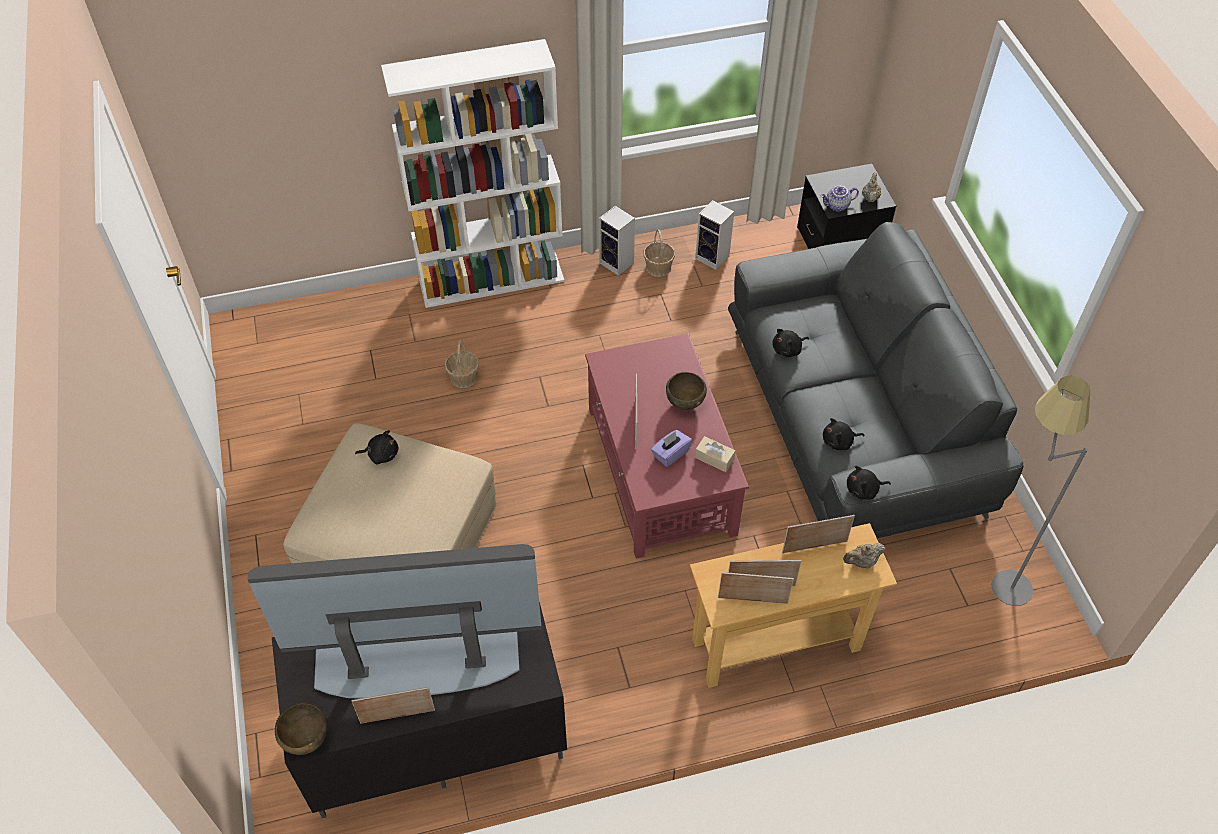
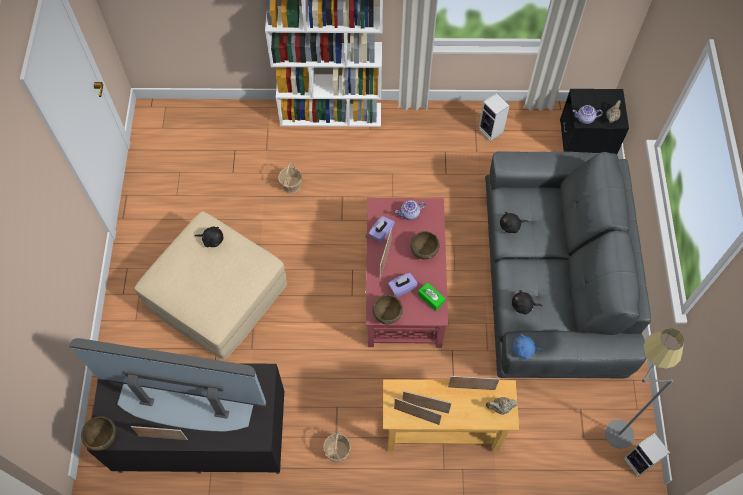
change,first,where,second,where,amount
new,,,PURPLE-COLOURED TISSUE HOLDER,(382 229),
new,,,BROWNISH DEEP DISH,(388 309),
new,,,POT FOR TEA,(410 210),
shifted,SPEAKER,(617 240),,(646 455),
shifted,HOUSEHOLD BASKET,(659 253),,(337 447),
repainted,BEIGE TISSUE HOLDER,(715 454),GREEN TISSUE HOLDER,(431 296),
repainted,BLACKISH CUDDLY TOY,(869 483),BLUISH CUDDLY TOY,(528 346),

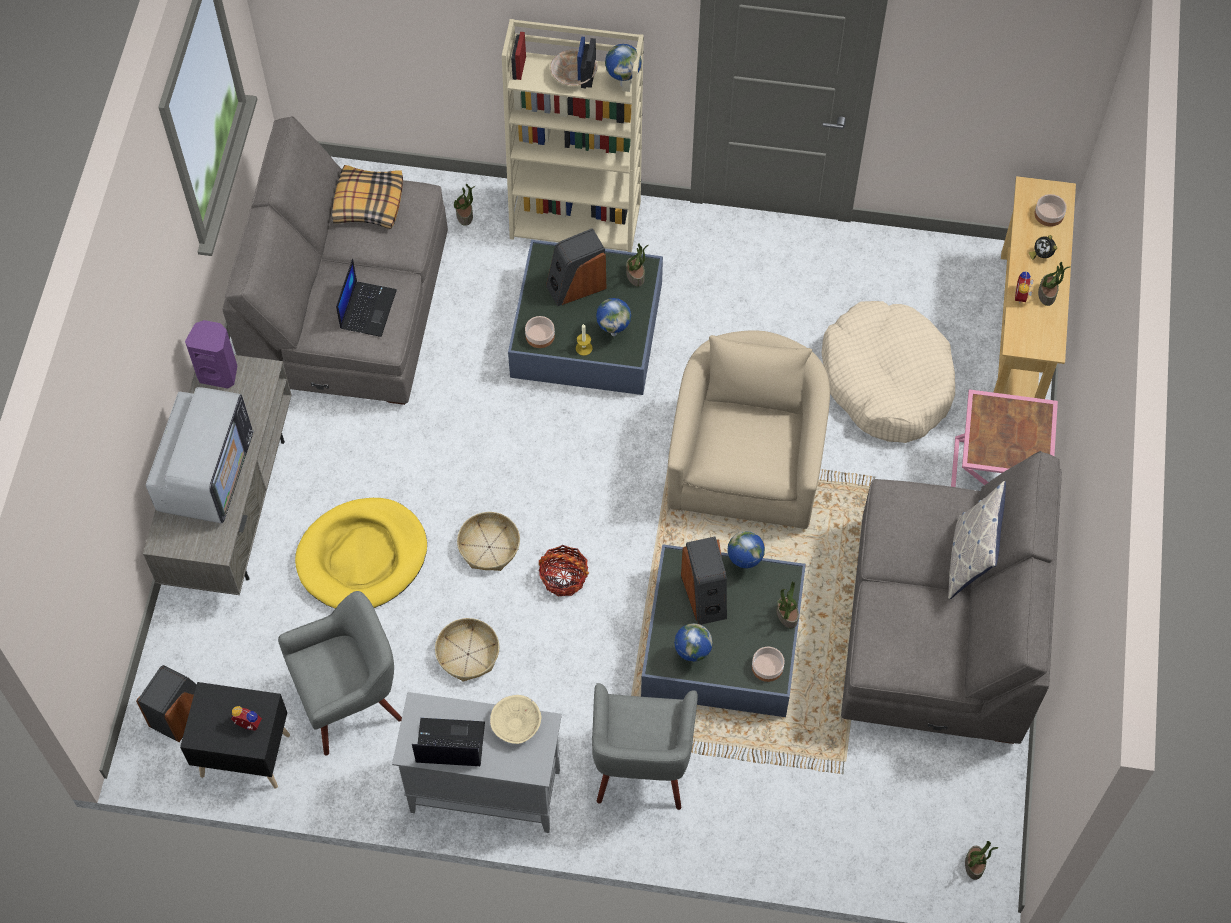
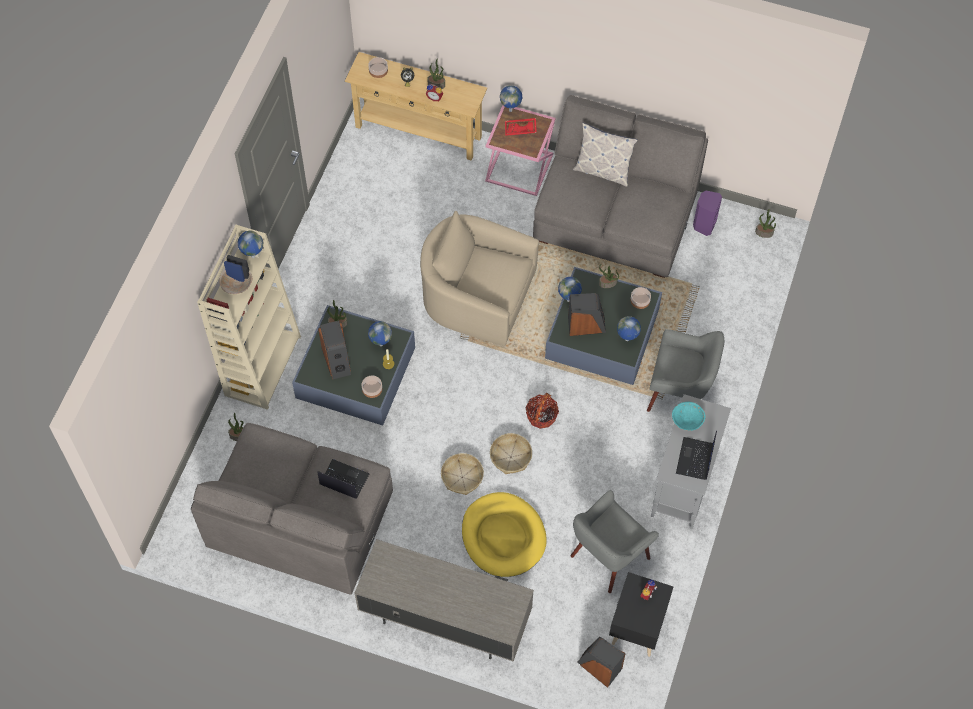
change,first,where,second,where,amount
gone,TV SET,(200 455),,,
gone,PILLOW,(367 197),,,
gone,BEIGE DOG BED,(888 372),,,
new,,,GLOBE,(511 98),
new,,,REDDISH TRAY,(521 127),
shifted,PURPLE-COLOURED SPEAKER,(211 354),,(707 213),
shifted,HOUSEHOLD BASKET,(467 650),,(462 474),
repainted,BEIGE DEEP DISH,(515 719),BLUE-GREEN DEEP DISH,(689 416),
rotated,GRAY ARMCHAIR,(340 673),,(615 541),120 degrees counterclockwise

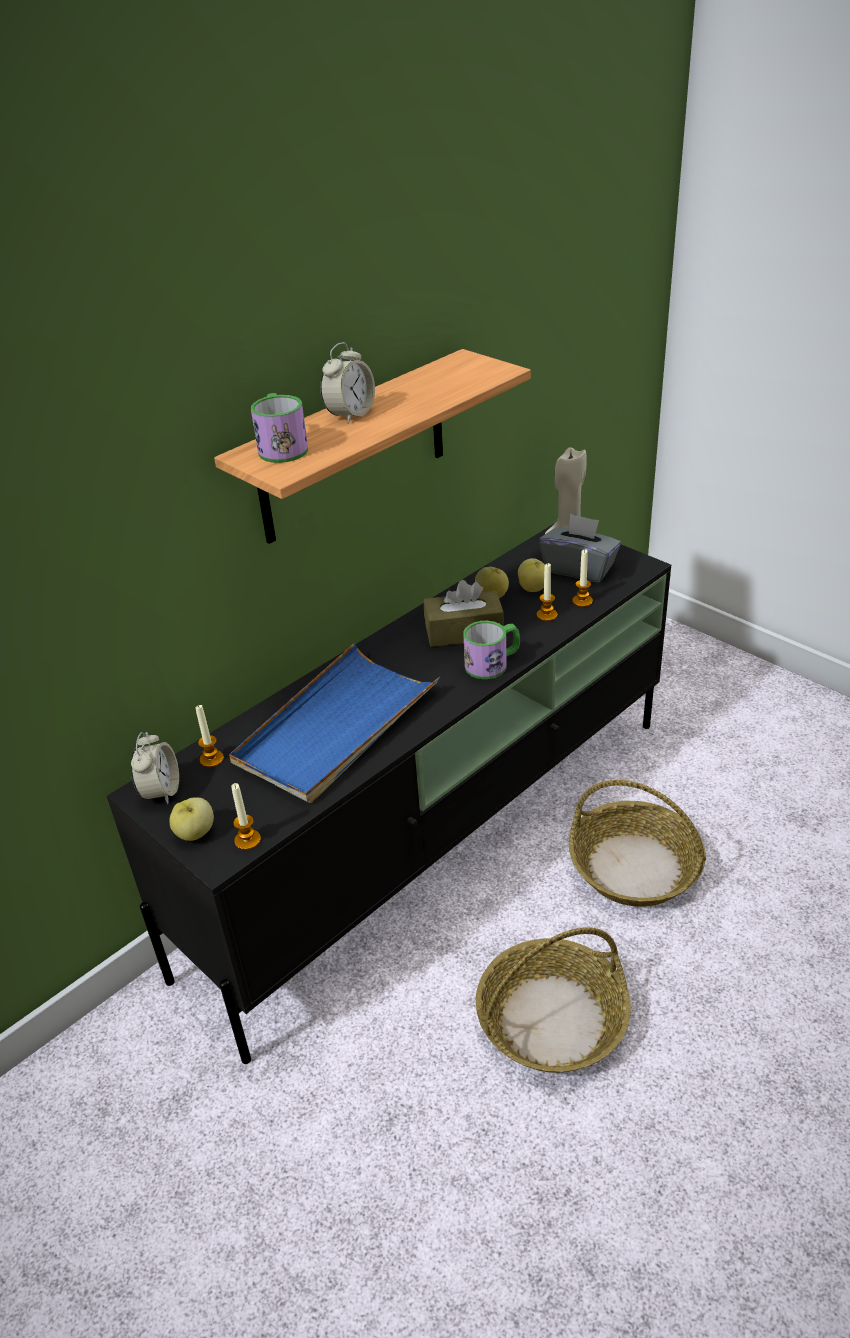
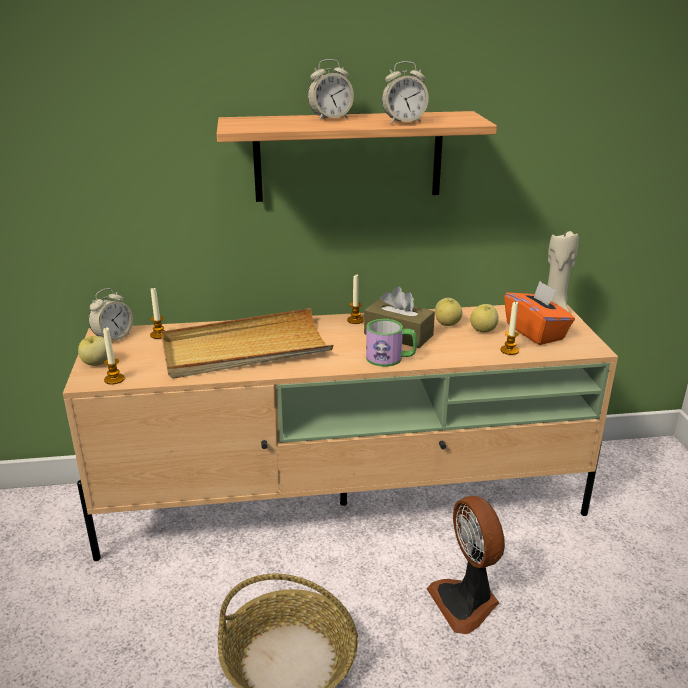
change,first,where,second,where,amount
gone,TEA MUG,(279 428),,,
new,,,TABLE CLOCK,(405 92),
shifted,WAX LIGHT,(547 592),,(355 299),
swapped,HOUSEHOLD BASKET,(637 843),ELECTRIC FAN,(466 565),
repainted,BLACKISH TV UNIT,(389 793),BEIGE TV UNIT,(340 433),
repainted,BLUISH TRAY,(334 723),BEIGE TRAY,(247 343),
repainted,GRAY TISSUE HOLDER,(580 548),ORANGE TISSUE HOLDER,(539 313),

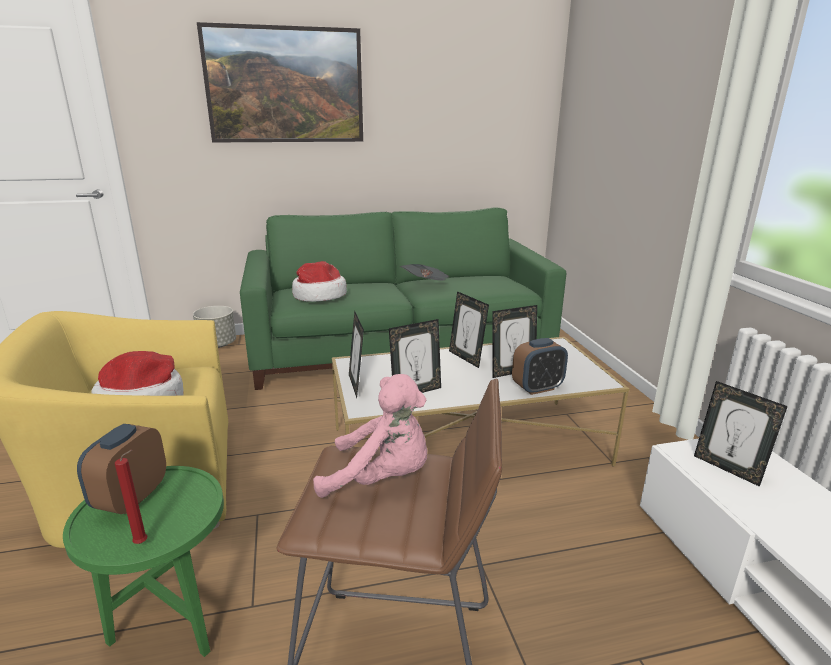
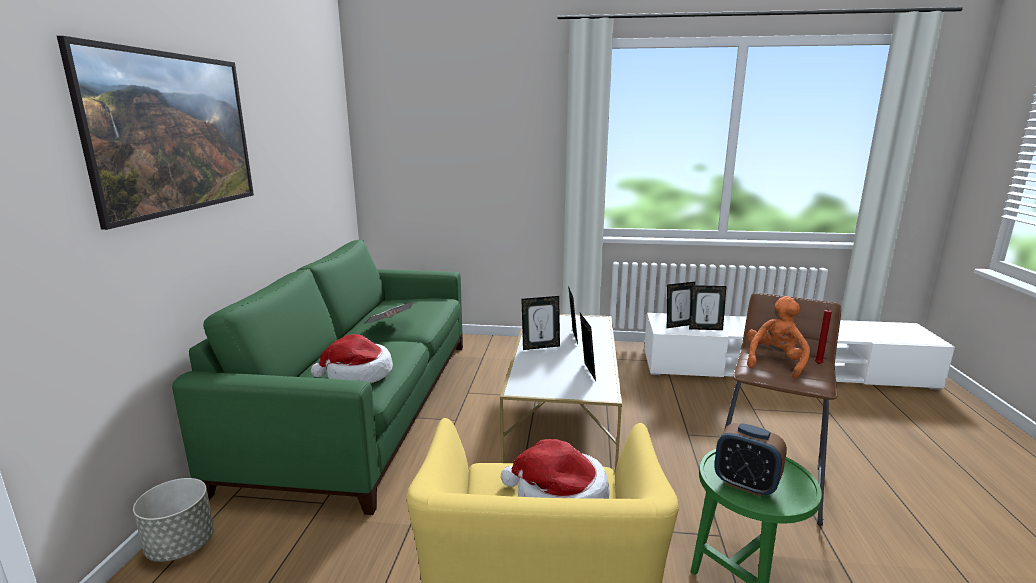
change,first,where,second,where,amount
gone,TABLE CLOCK,(540 366),,,
shifted,REDDISH WAX LIGHT,(131 497),,(823 333),
shifted,PHOTO FRAME,(356 354),,(708 307),
repainted,PINK-COLOURED CUDDLY TOY,(370 436),ORANGE CUDDLY TOY,(778 337),

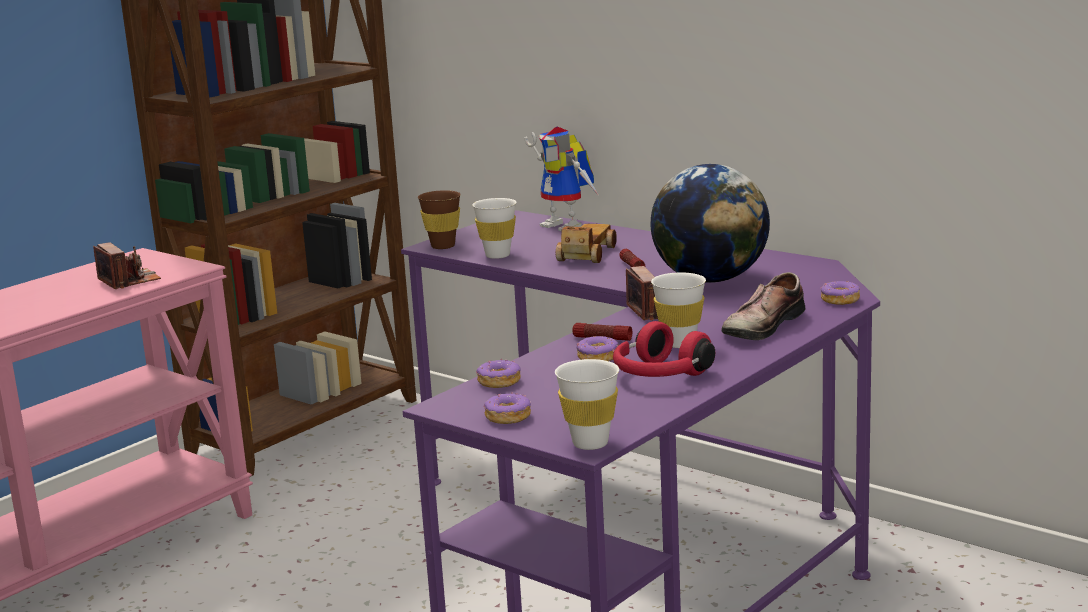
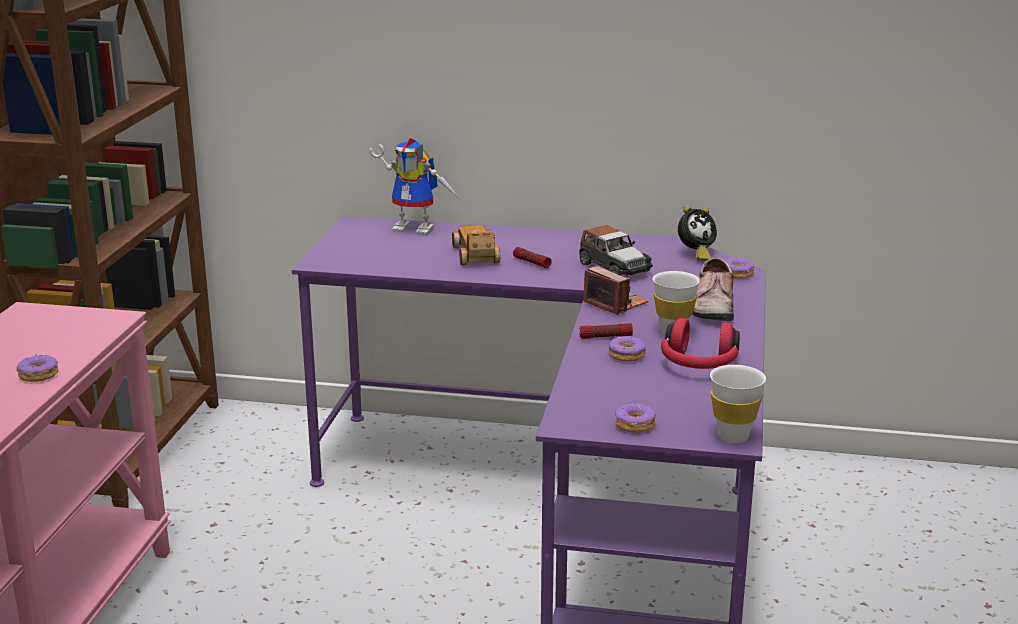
change,first,where,second,where,amount
gone,STILL CAMERA,(127 265),,,
gone,BROWNISH CUP,(439 219),,,
gone,WHITE-COLOURED CUP,(494 228),,,
new,,,TABLE CLOCK,(697 233),
shifted,DONUT,(498 373),,(37 368),
swapped,GLOBE,(710 223),MINIATURE CAR,(616 250),

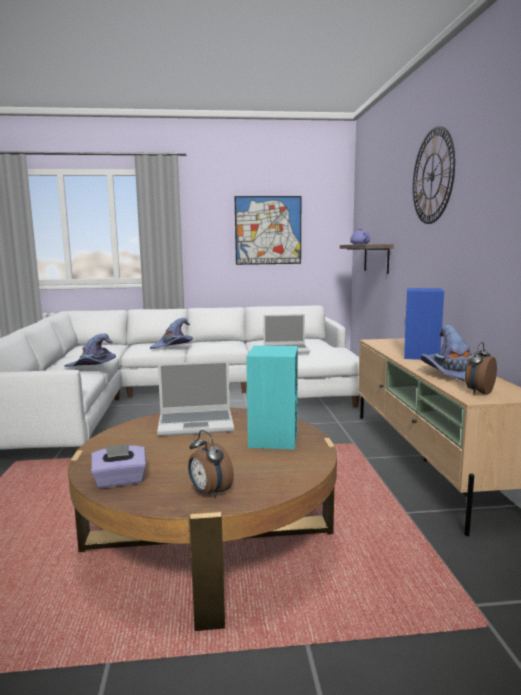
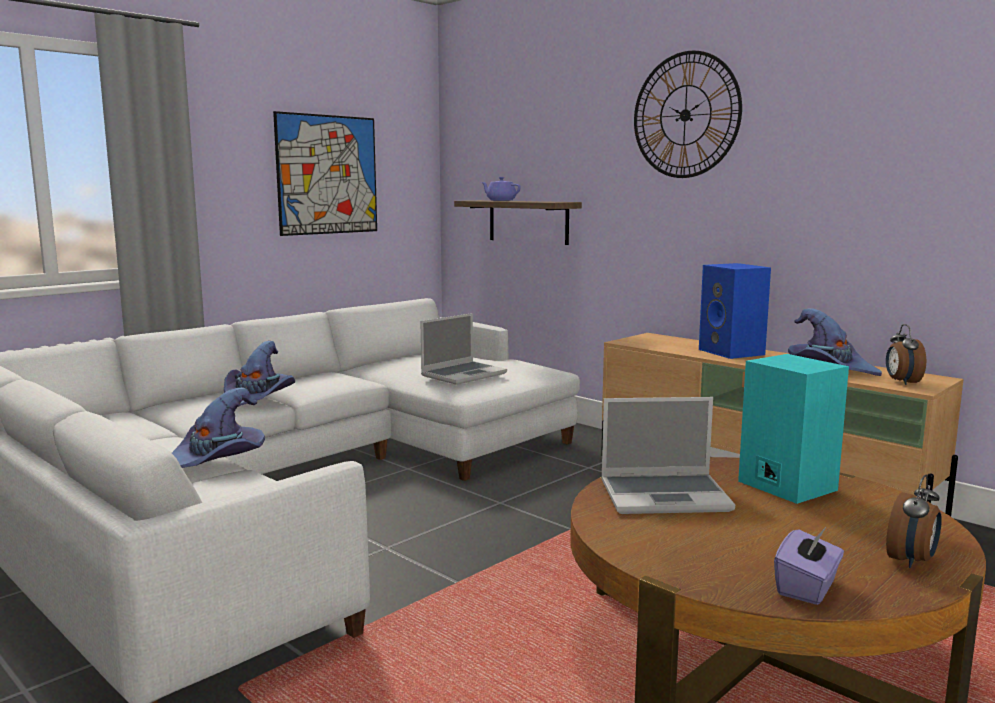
change,first,where,second,where,amount
rotated,PORTABLE COMPUTER,(195 398),,(668 455),45 degrees clockwise
rotated,TABLE CLOCK,(211 464),,(914 521),60 degrees counterclockwise

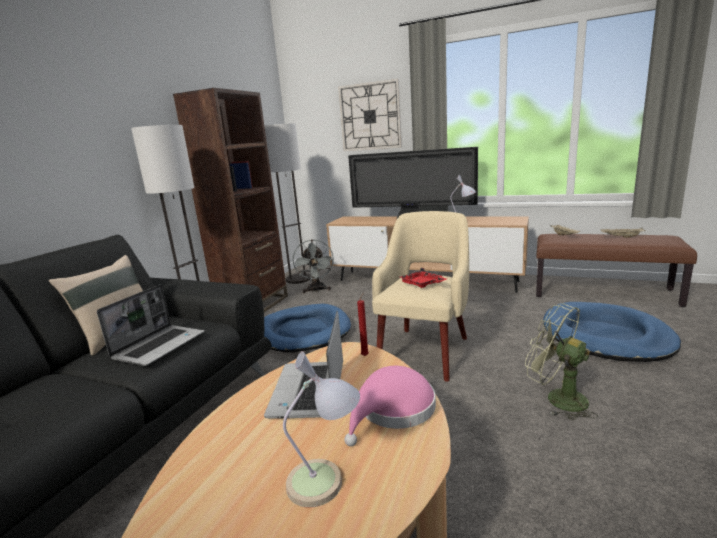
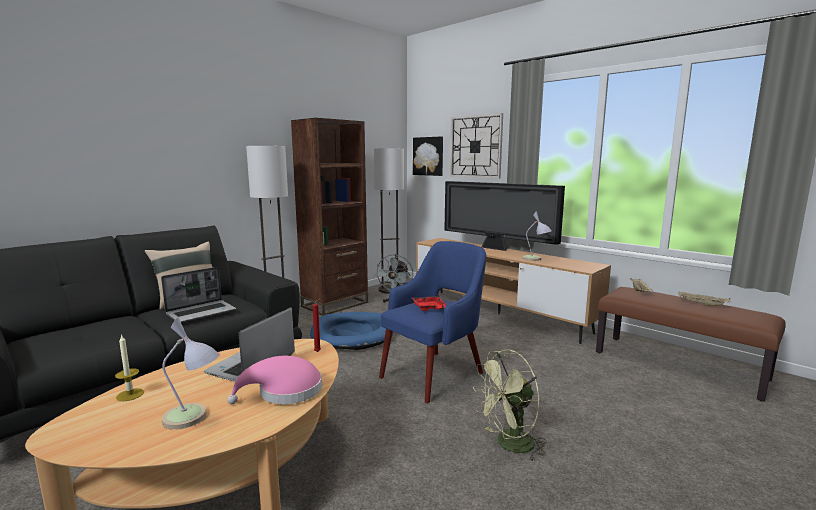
change,first,where,second,where,amount
gone,BLUISH DOG BED,(612 332),,,
new,,,WAX LIGHT,(129 367),
new,,,PICTURE,(428 156),
repainted,BEIGE ARMCHAIR,(420 296),BLUISH ARMCHAIR,(432 322),
rotated,GREEN ELECTRIC FAN,(561 362),,(510 406),90 degrees counterclockwise

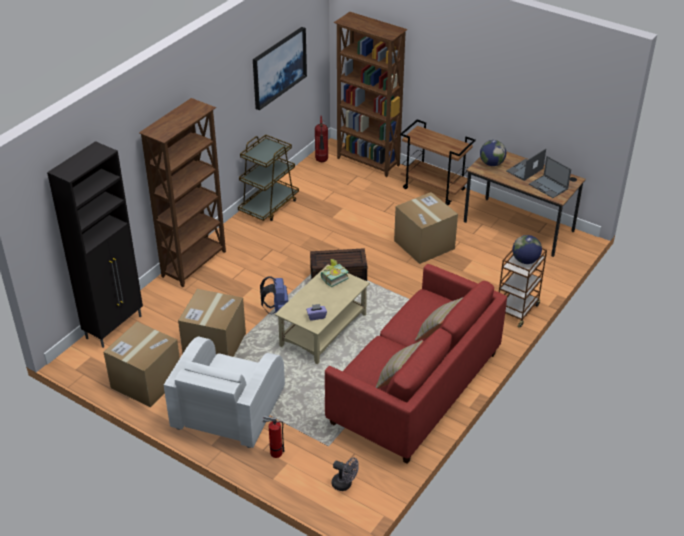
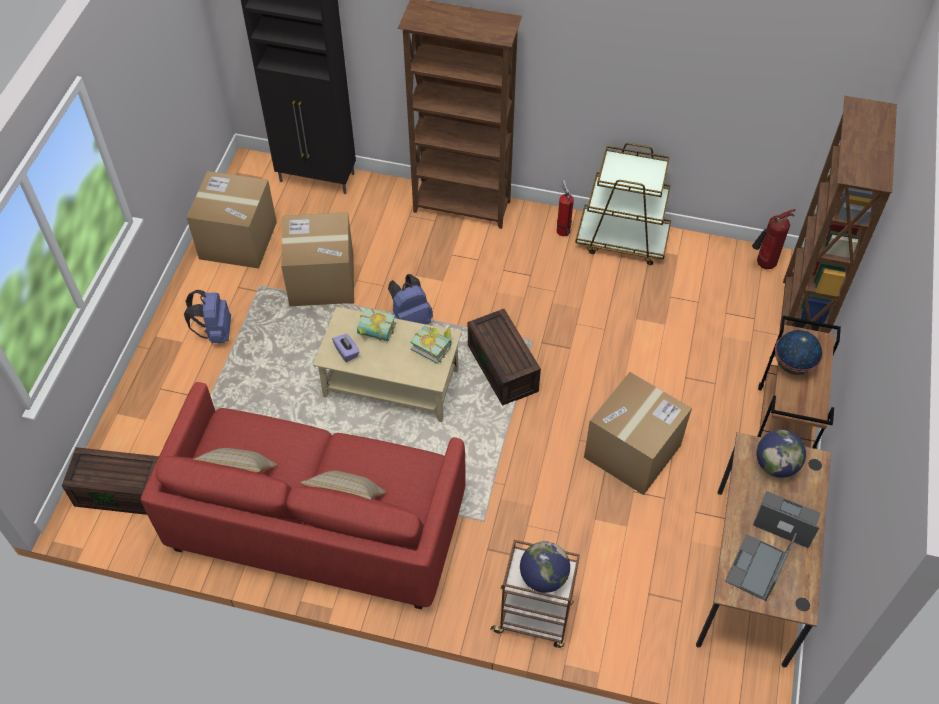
change,first,where,second,where,amount
gone,PICTURE,(280 68),,,
new,,,BOUND BOOK,(376 324),
new,,,GLOBE,(799 352),
shifted,FIRE EXTINGUISHER,(273 437),,(565 208),
swapped,WHITE-COLOURED ARMCHAIR,(224 392),BLUISH BACKPACK,(207 316),
swapped,GRAY ELECTRIC FAN,(345 474),BROWNISH STORAGE BOX,(110 481),

